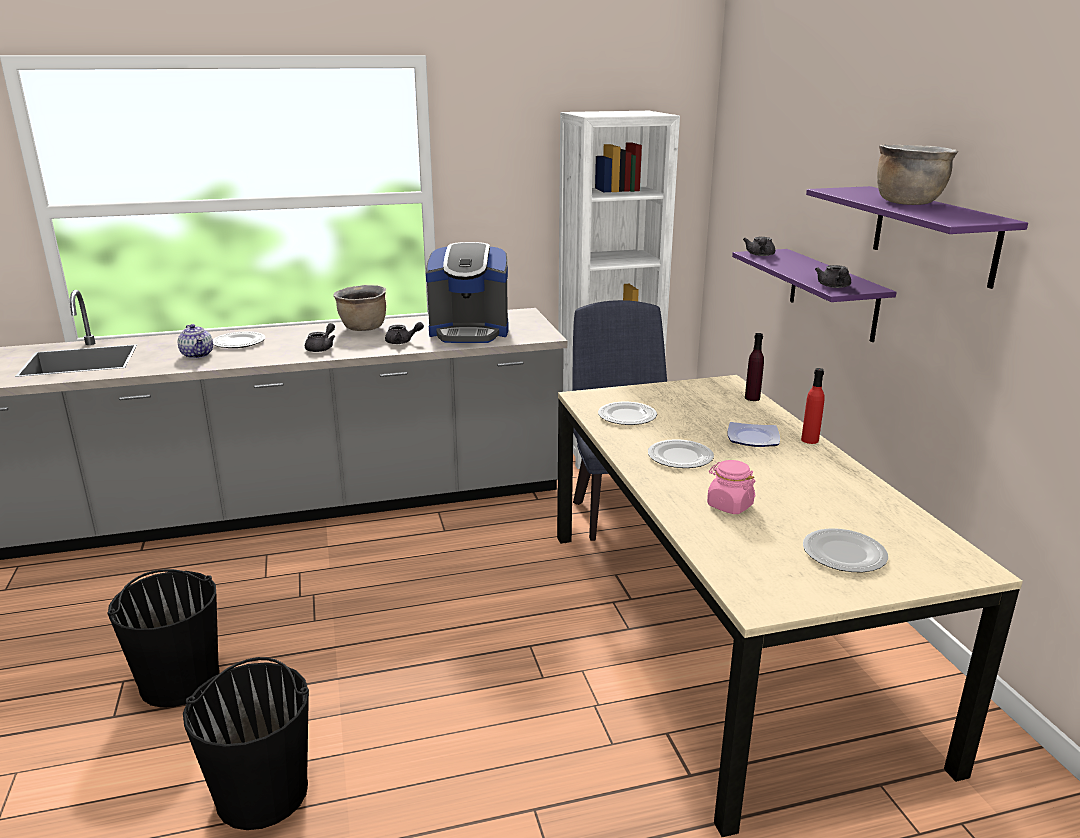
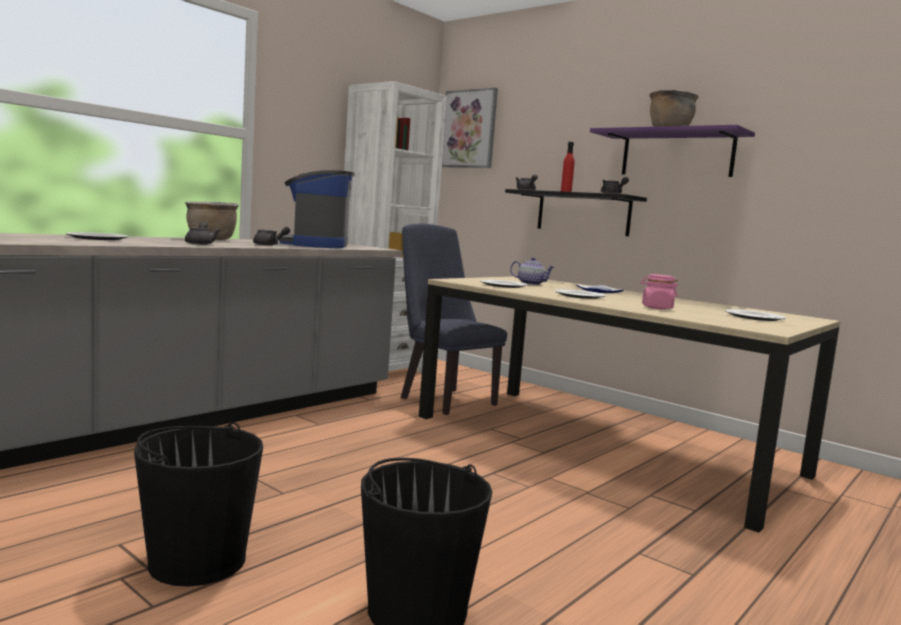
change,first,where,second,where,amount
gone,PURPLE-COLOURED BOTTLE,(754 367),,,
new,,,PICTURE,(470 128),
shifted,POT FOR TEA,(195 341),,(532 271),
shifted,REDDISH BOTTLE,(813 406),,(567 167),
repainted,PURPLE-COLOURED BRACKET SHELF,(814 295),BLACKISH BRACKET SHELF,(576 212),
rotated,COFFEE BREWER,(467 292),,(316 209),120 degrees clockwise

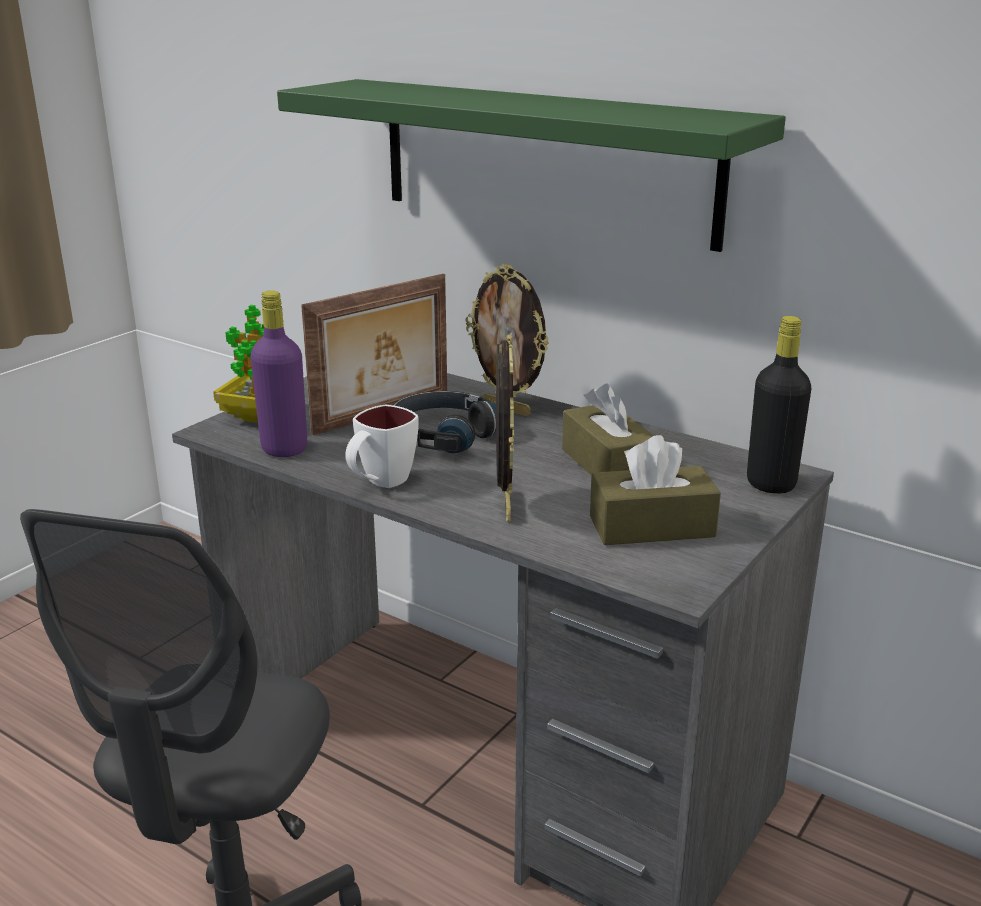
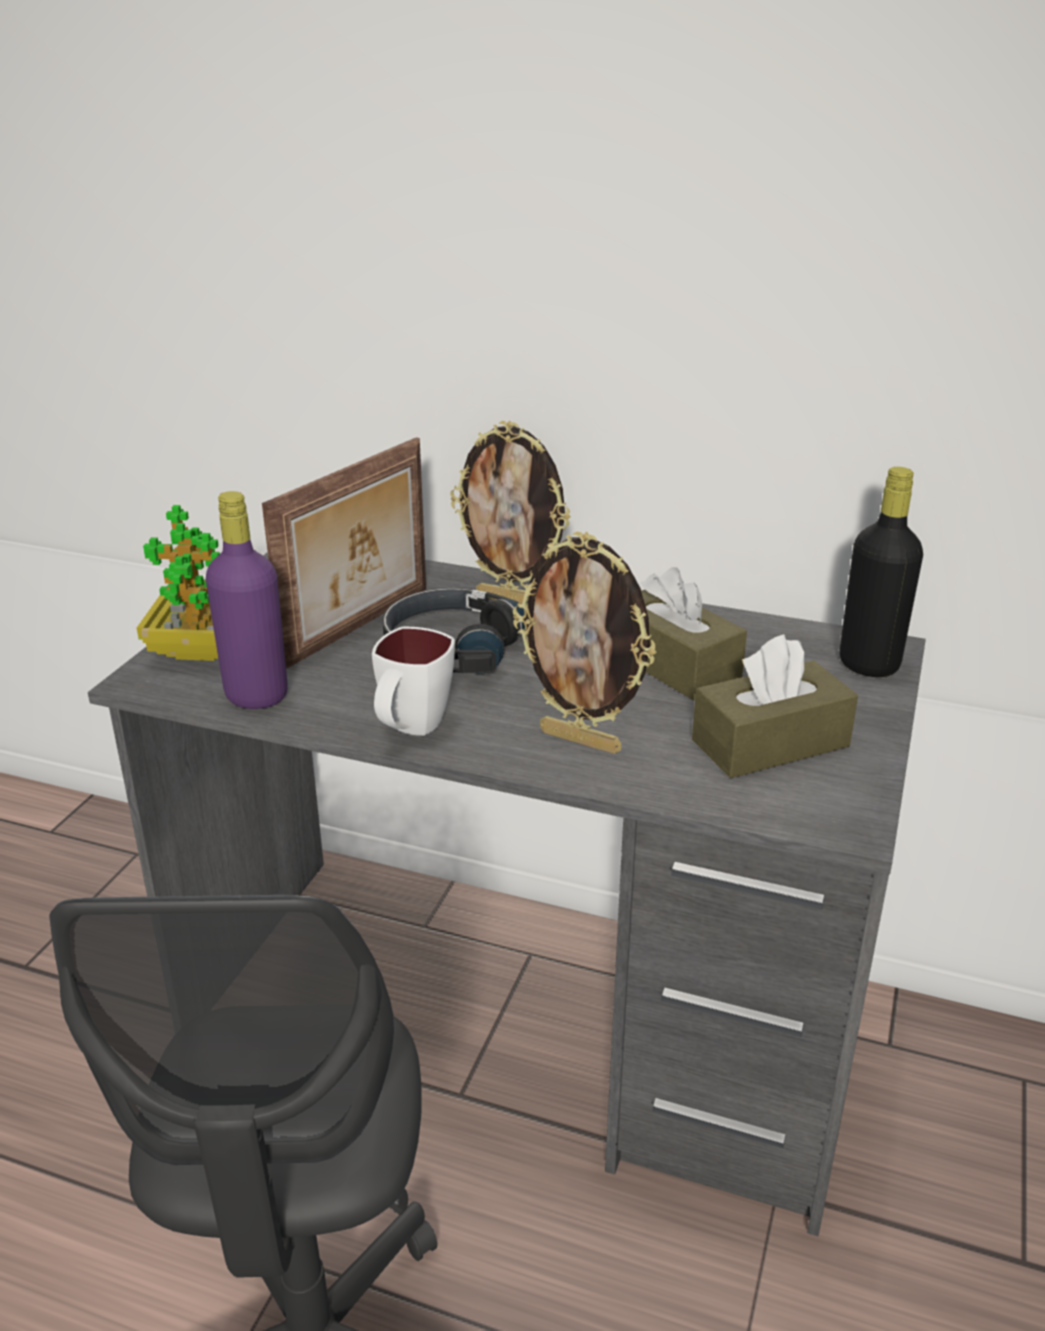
change,first,where,second,where,amount
gone,GREEN BRACKET SHELF,(531 165),,,
rotated,PHOTO FRAME,(505 427),,(584 643),135 degrees clockwise

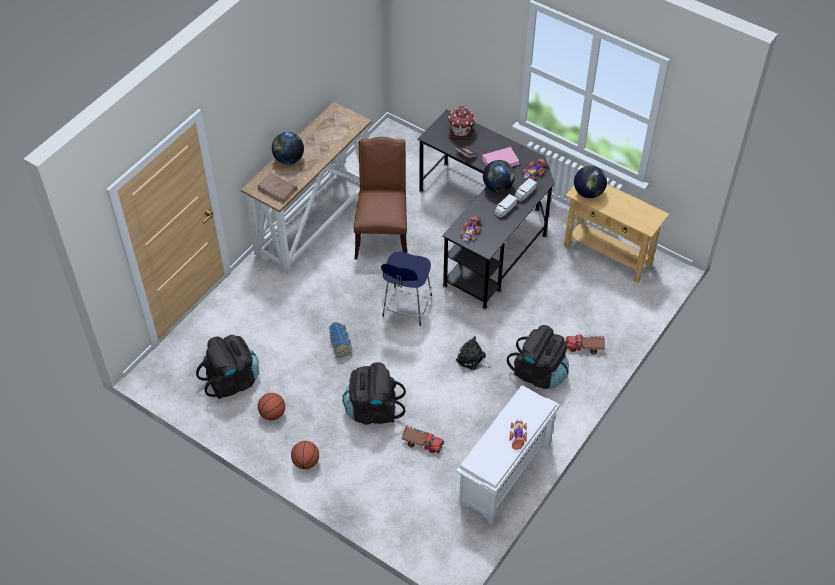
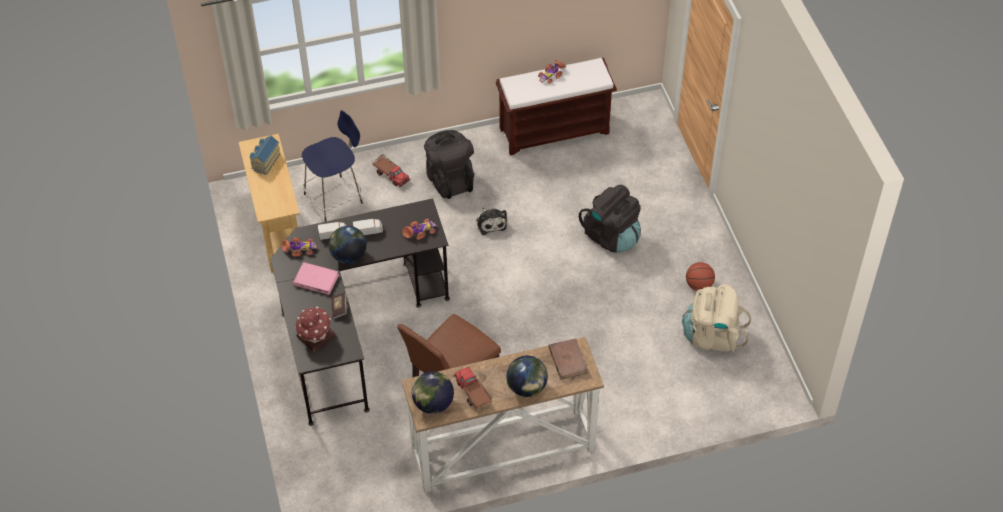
change,first,where,second,where,amount
gone,BASKETBALL,(305 455),,,
shifted,MODEL HOUSE,(340 340),,(265 155),
shifted,BLUISH SITTING STOOL,(406 289),,(332 166),
shifted,TOY LORRY,(422 440),,(473 388),
shifted,GLOBE,(590 181),,(433 392),
repainted,BLACKISH BACKPACK,(227 367),BEIGE BACKPACK,(716 318),
repainted,WHITE-COLOURED LONG SEAT,(508 455),BROWNISH LONG SEAT,(556 107),

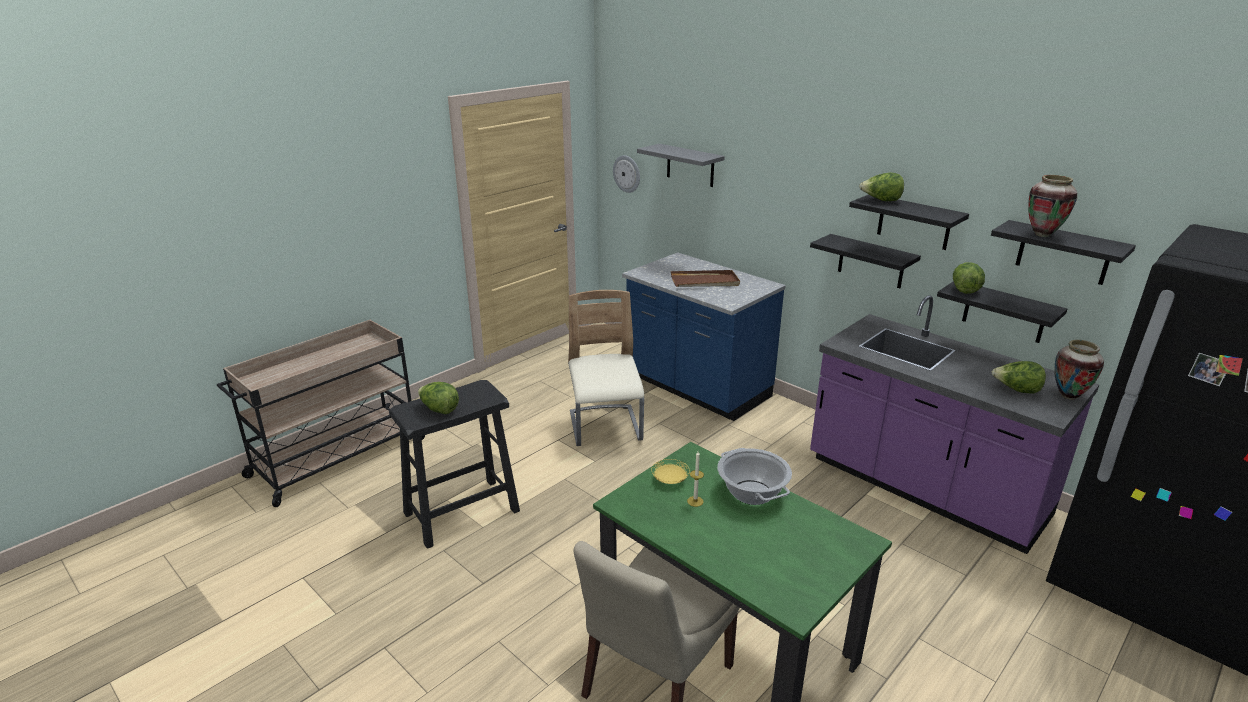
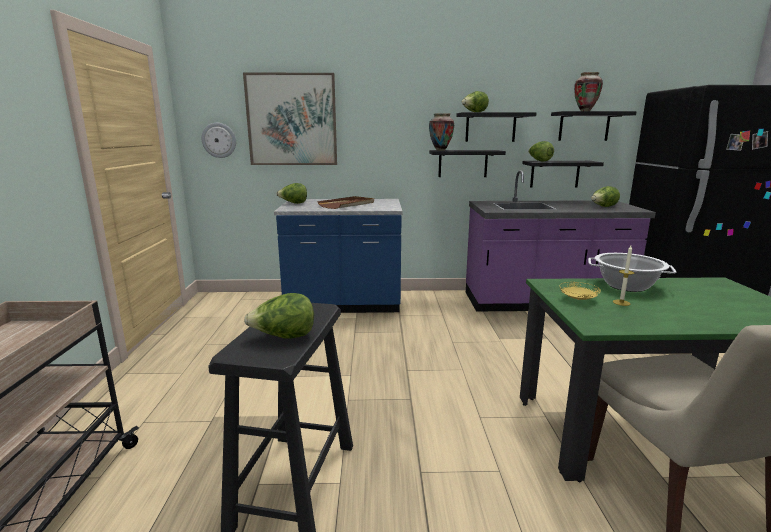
change,first,where,second,where,amount
gone,BEIGE UPRIGHT CHAIR,(606 368),,,
new,,,LETTUCE HEAD,(291 193),
shifted,VASE,(1079 370),,(441 132),
swapped,GRAY BRACKET SHELF,(681 165),PICTURE,(290 119),

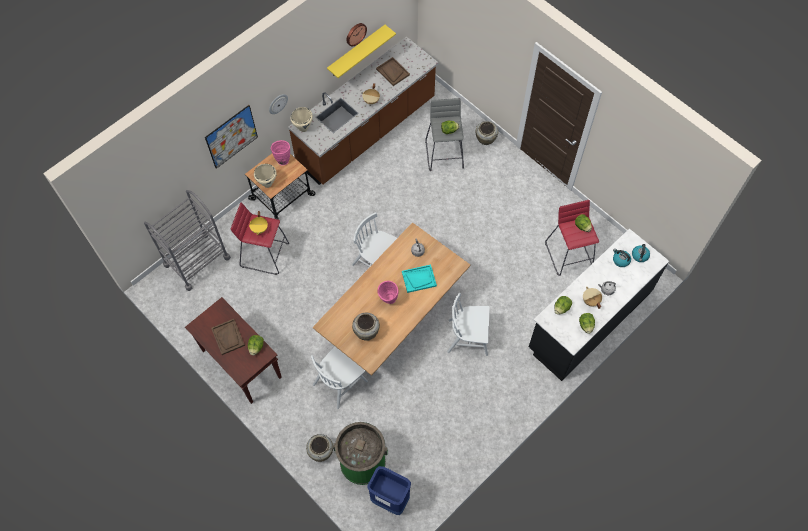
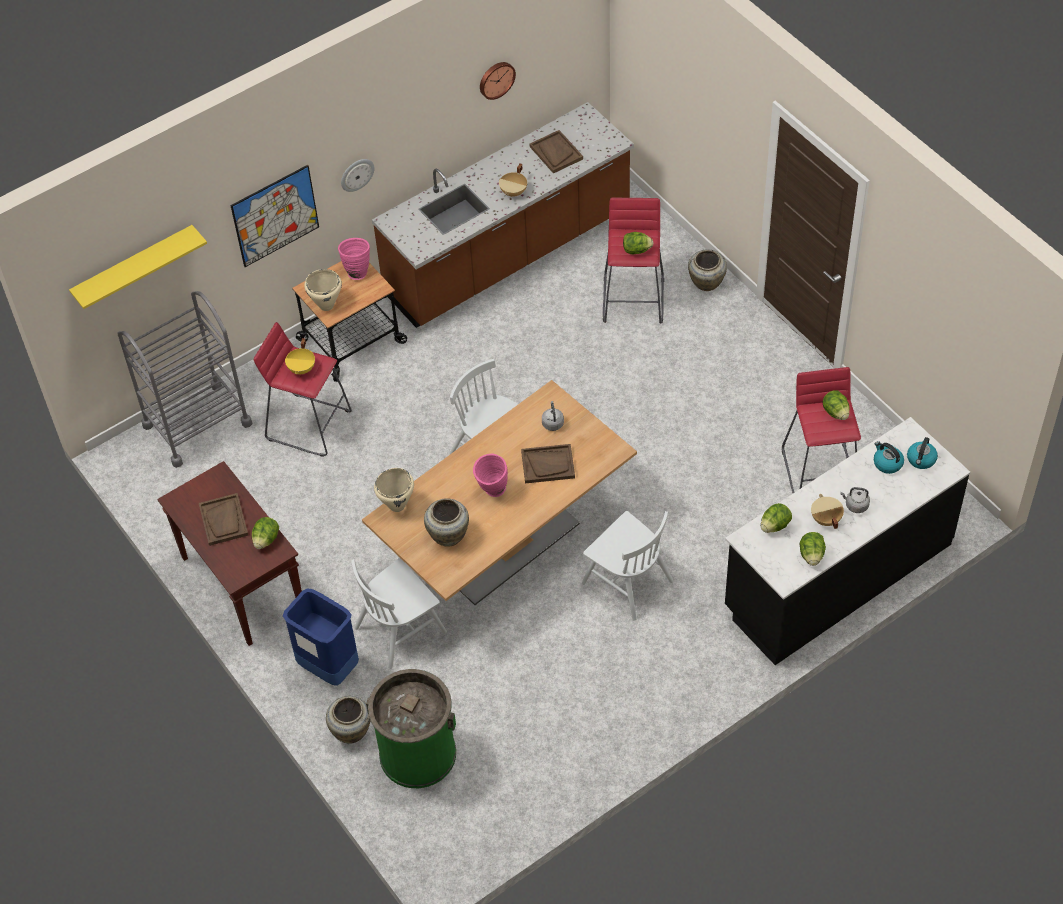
change,first,where,second,where,amount
shifted,BEIGE COOKING POT,(302 119),,(394 490),
shifted,YELLOWISH BRACKET SHELF,(361 51),,(138 267),
shifted,BLUISH WASTE BIN,(389 490),,(321 637),
repainted,BLUE-GREEN TRAY,(419 279),BROWNISH TRAY,(548 464),
repainted,GRAY SITTING STOOL,(444 134),REDDISH SITTING STOOL,(633 261),
rotated,WHITE-COLOURED UPRIGHT CHAIR,(468 324),,(628 565),150 degrees counterclockwise

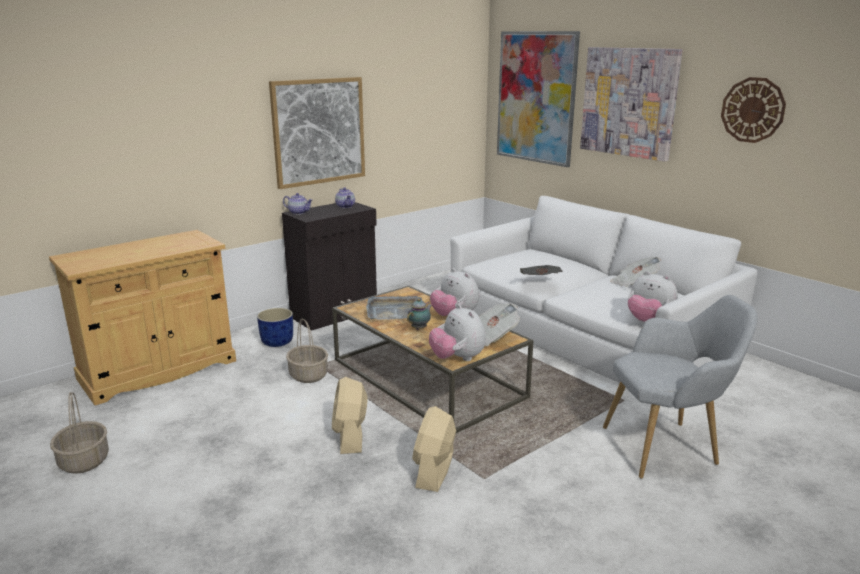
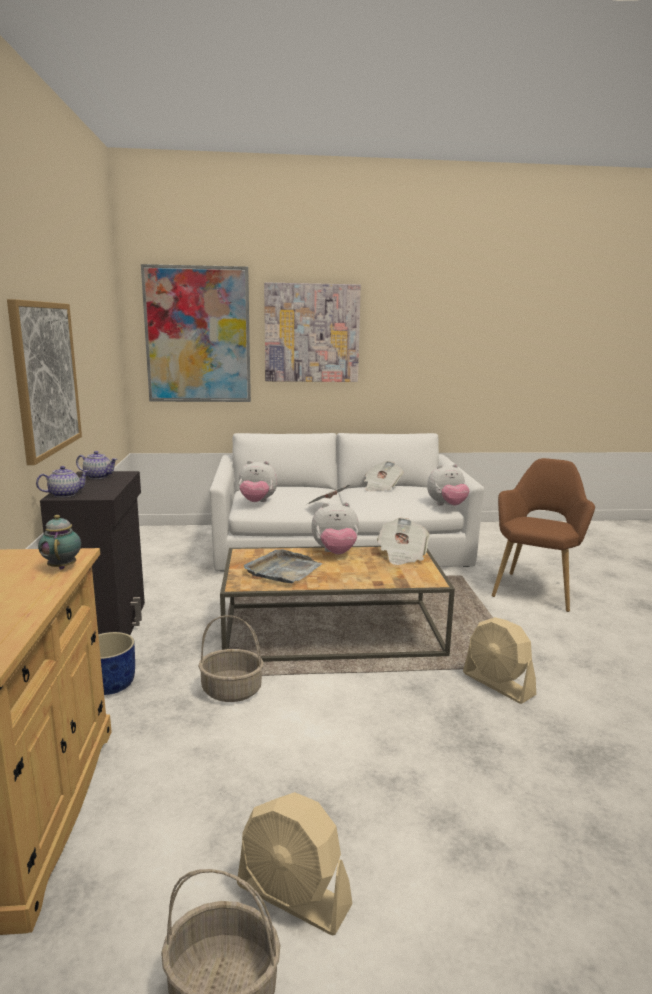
change,first,where,second,where,amount
gone,HANGING CLOCK,(753 110),,,
shifted,BEIGE ELECTRIC FAN,(350 415),,(295 863),
shifted,POT FOR TEA,(419 314),,(59 542),
shifted,CUDDLY TOY,(457 332),,(258 481),
repainted,GRAY ARMCHAIR,(680 386),BROWNISH ARMCHAIR,(543 535),

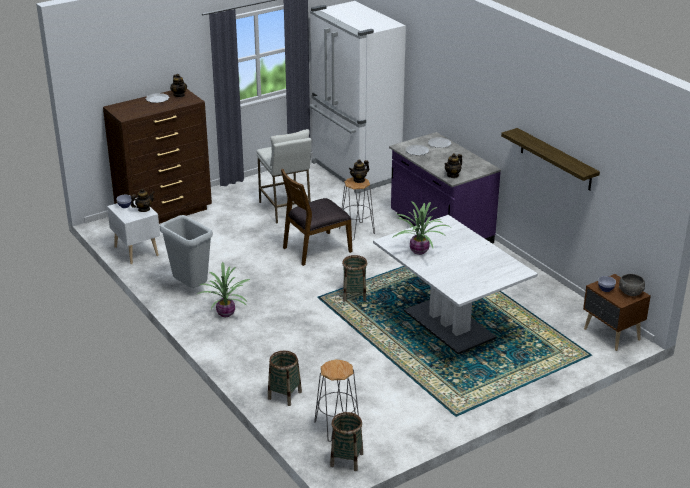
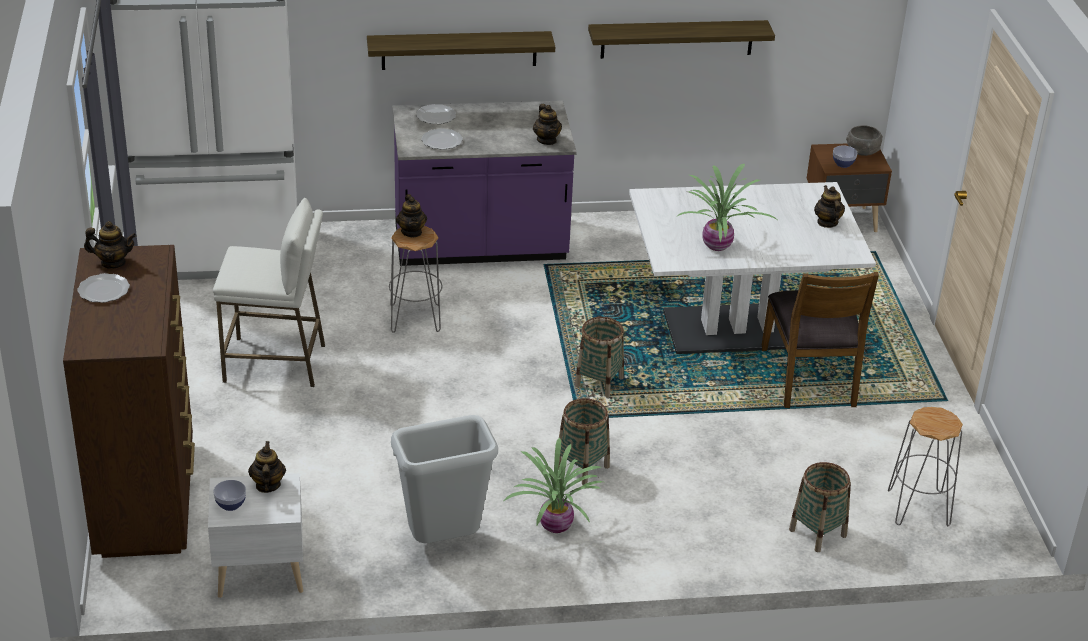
change,first,where,second,where,amount
new,,,BRACKET SHELF,(461 50),
new,,,POT FOR TEA,(829 206),
shifted,BROWNISH UPRIGHT CHAIR,(317 217),,(820 340),
shifted,HOUSEHOLD BASKET,(346 441),,(584 441),

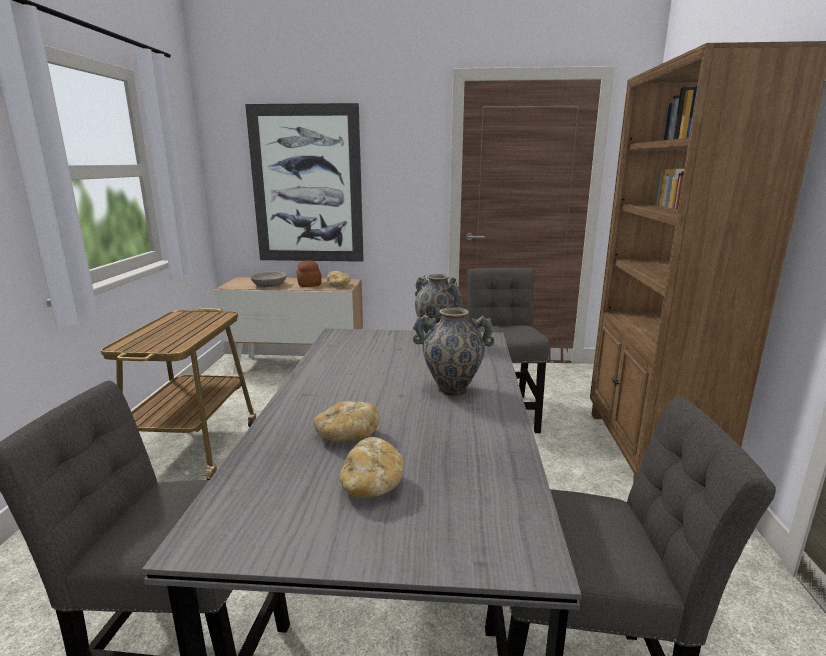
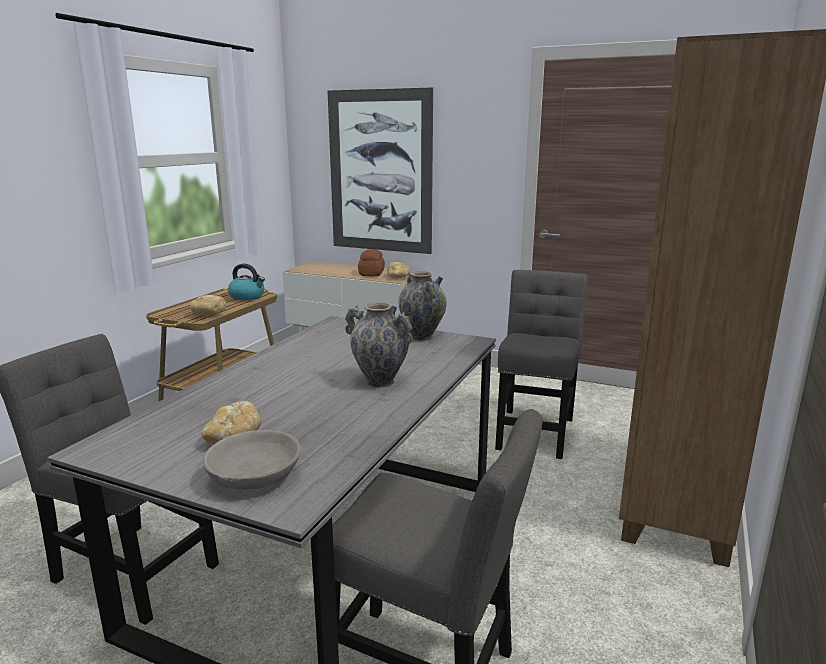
change,first,where,second,where,amount
new,,,KETTLE,(246 281),
shifted,GRAY DEEP DISH,(268 279),,(252 459),
shifted,BREAD,(346 421),,(208 305),

